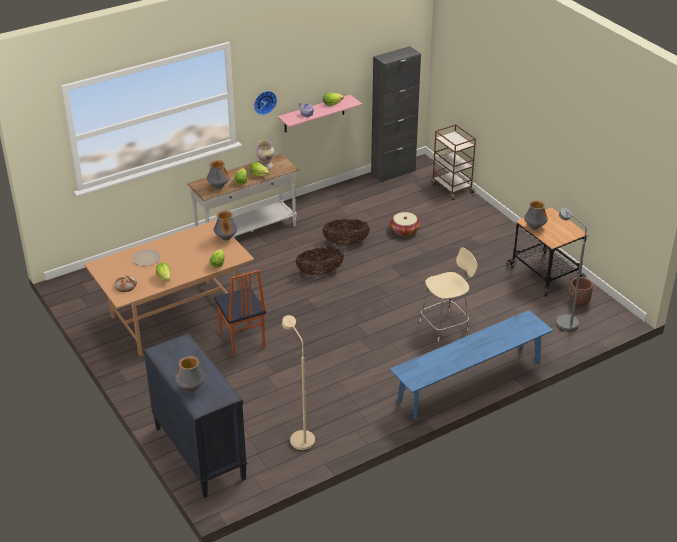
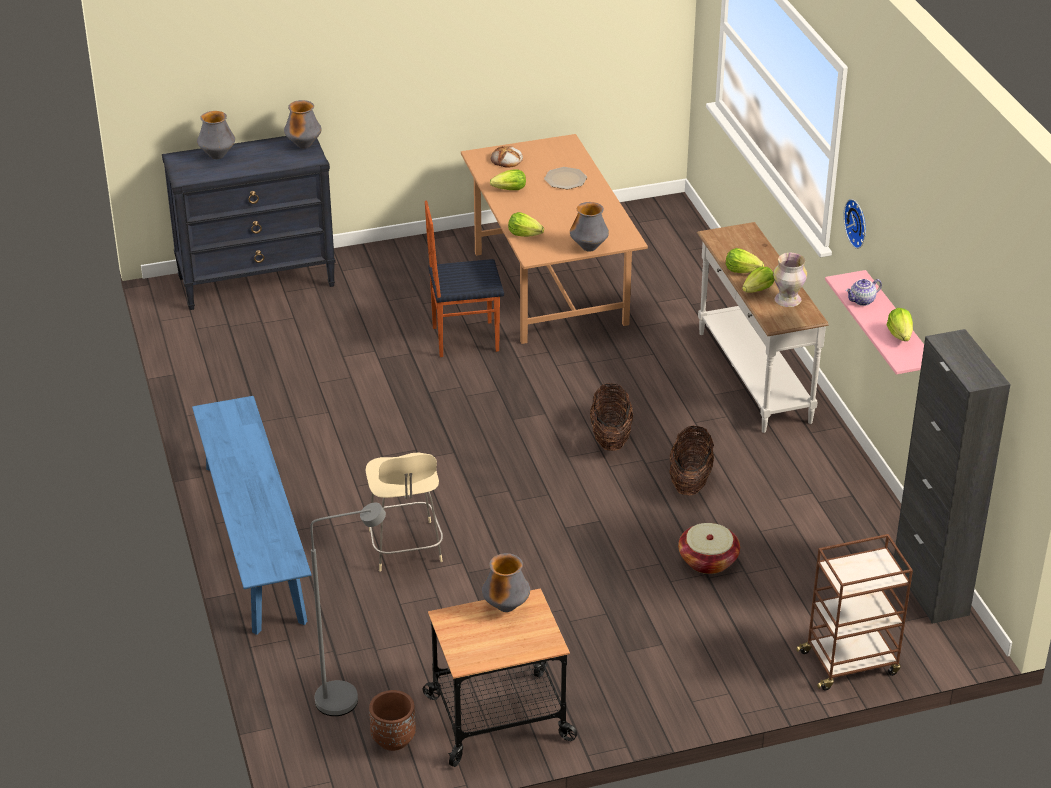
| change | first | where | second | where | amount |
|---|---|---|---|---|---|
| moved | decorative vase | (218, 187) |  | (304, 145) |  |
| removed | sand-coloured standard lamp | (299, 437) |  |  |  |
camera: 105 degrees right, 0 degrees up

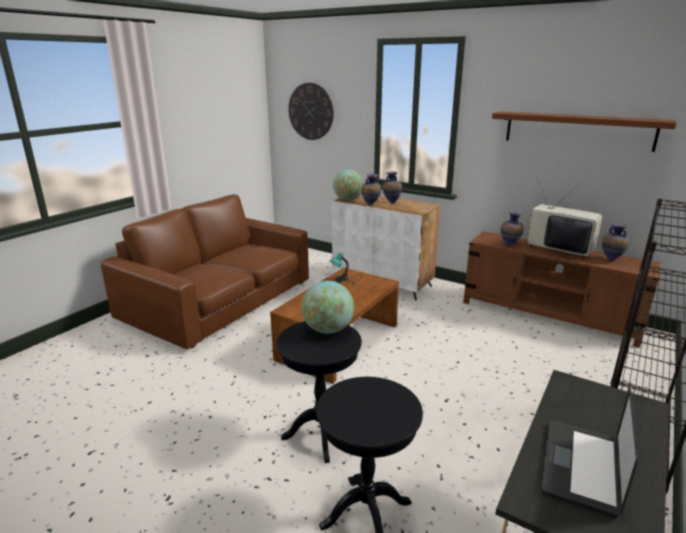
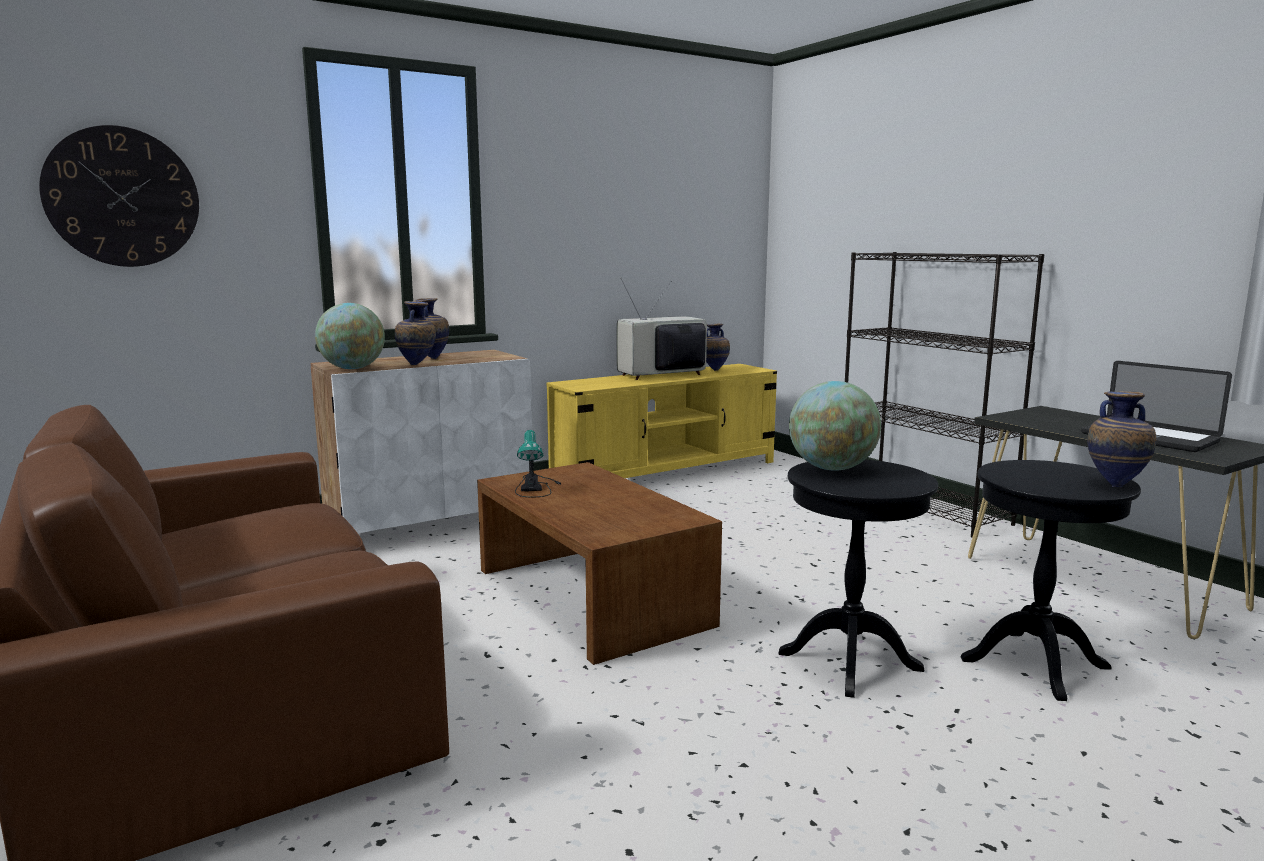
| change | first | where | second | where | amount |
|---|---|---|---|---|---|
| removed | brownish shelf | (577, 130) |  |  |  |
| moved | decorative vase | (510, 245) |  | (1115, 485) |  |
| recoloured | brownish media console | (549, 315) | yellow media console | (666, 471) |  |
camera: 65 degrees left, 10 degrees down

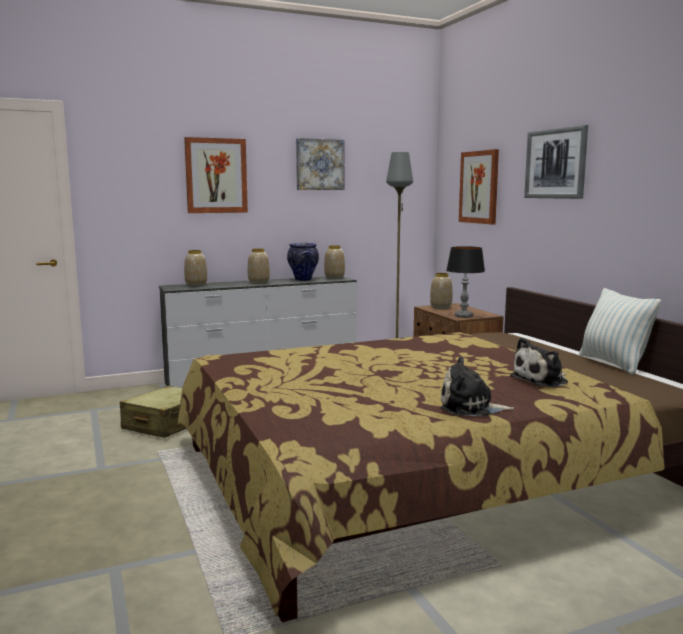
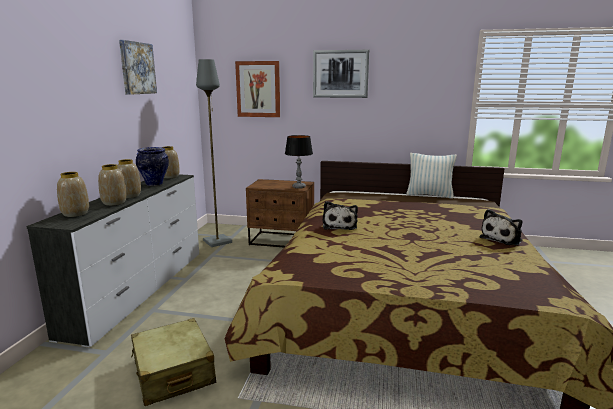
| change | first | where | second | where | amount |
|---|---|---|---|---|---|
| removed | wall art | (216, 176) |  |  |  |
| moved | decorative vase | (440, 307) |  | (114, 203) |  |
| moved | soft toy | (542, 380) |  | (340, 225) |  |
camera: 55 degrees left, 5 degrees up

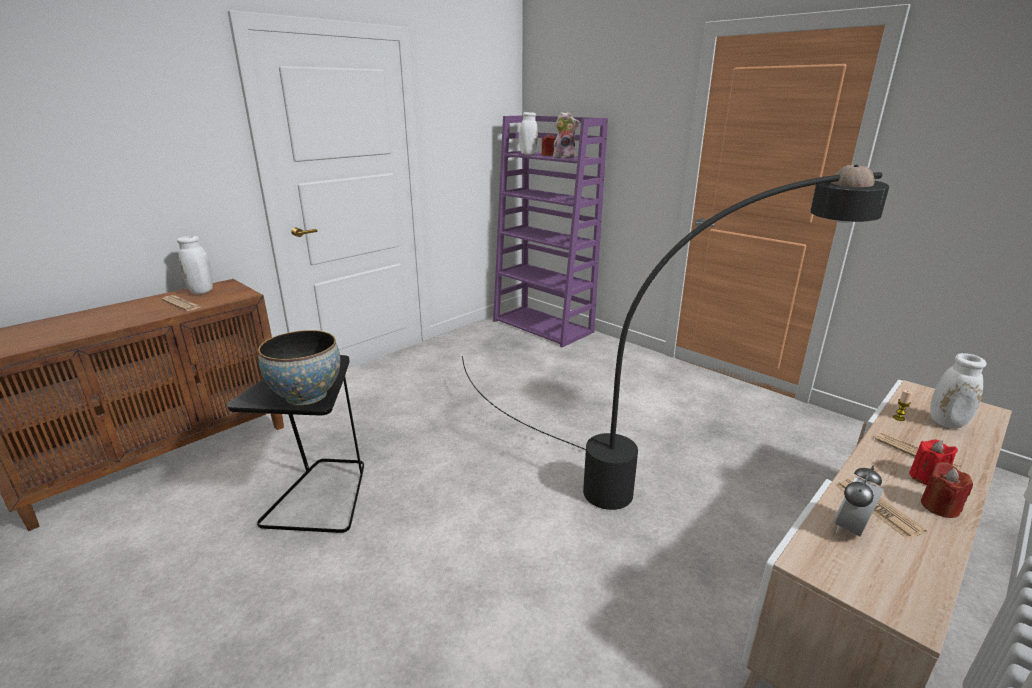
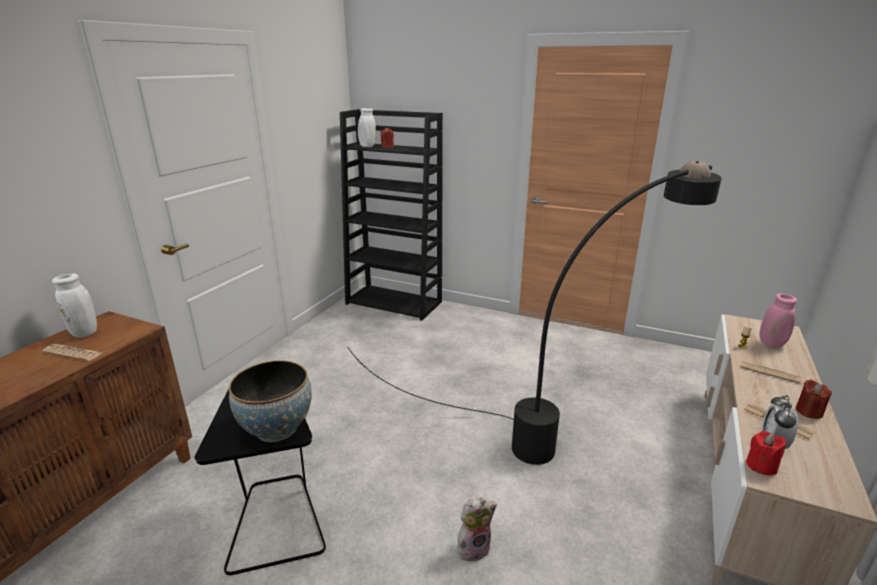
| change | first | where | second | where | amount |
|---|---|---|---|---|---|
| moved | soft toy | (564, 157) |  | (474, 547) |  |
| recoloured | purple-coloured shelving unit | (543, 326) | blackish shelving unit | (395, 302) |  |
| recoloured | whitish decorative vase | (948, 423) | pink-coloured decorative vase | (772, 344) |  |
| moved | red candle | (926, 478) |  | (761, 466) |  |
camera: 20 degrees left, 0 degrees up

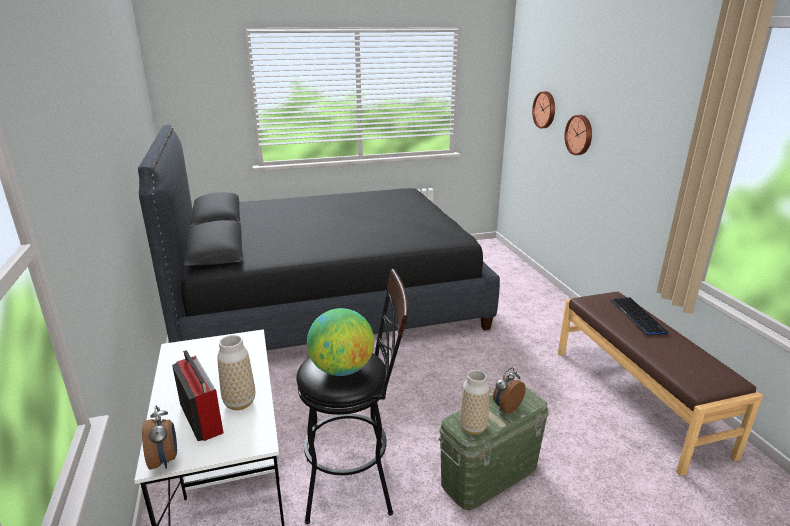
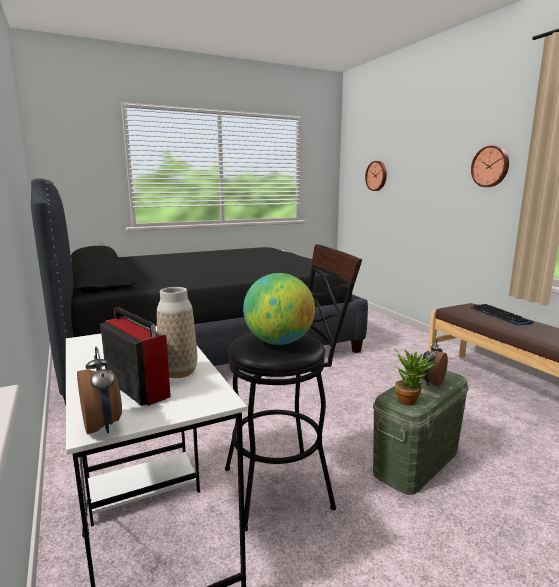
| change | first | where | second | where | amount |
|---|---|---|---|---|---|
| moved | hanging clock | (580, 135) |  | (491, 166) |  |
| replaced | decorative vase | (473, 427) | plant in a pot | (410, 400) |  |
camera: 10 degrees left, 10 degrees down

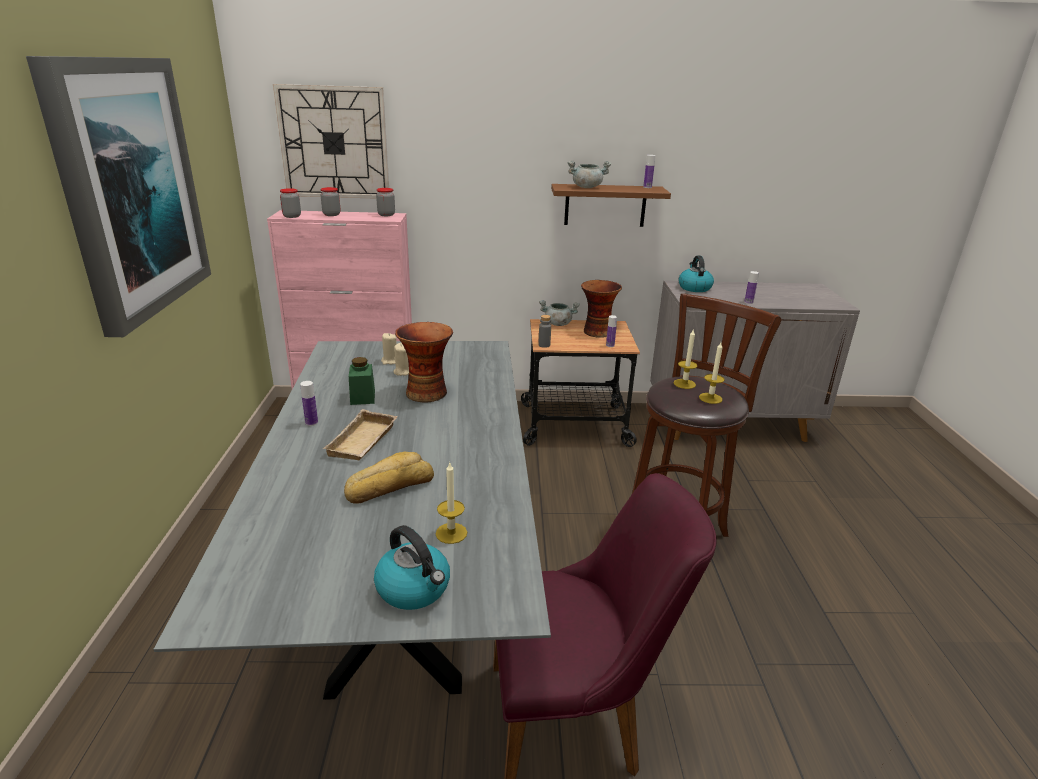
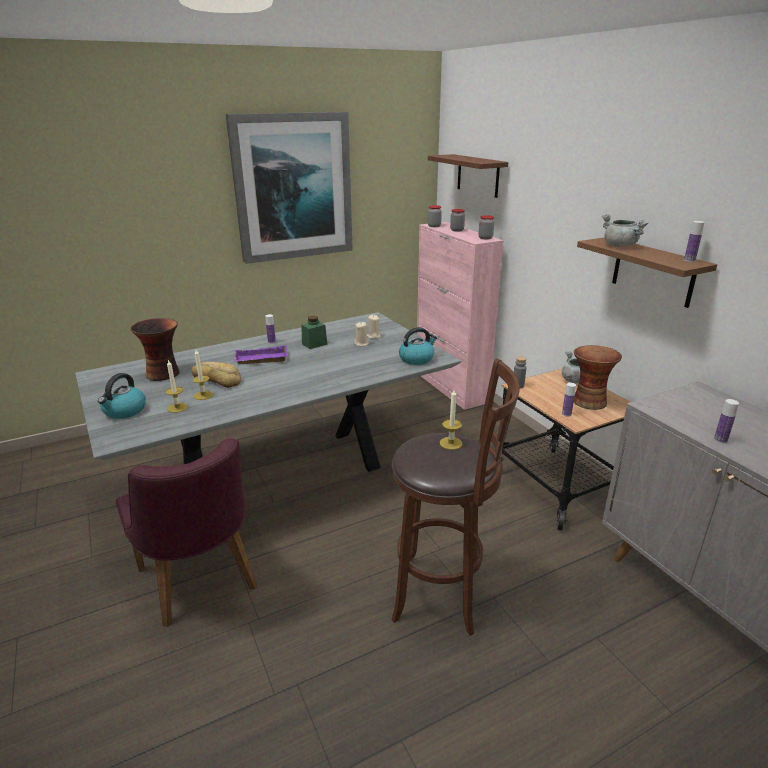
| change | first | where | second | where | amount |
|---|---|---|---|---|---|
| replaced | hanging clock | (334, 143) | brownish shelf | (478, 175) |  |
| moved | water kettle | (694, 288) |  | (417, 359) |  |
| moved | decorative vase | (426, 392) |  | (164, 374) |  |
| moved | candle | (710, 398) |  | (203, 395) |  |
| recoloured | sand-coloured tray | (364, 442) | purple-coloured tray | (260, 360) |  |
camera: 65 degrees right, 0 degrees up

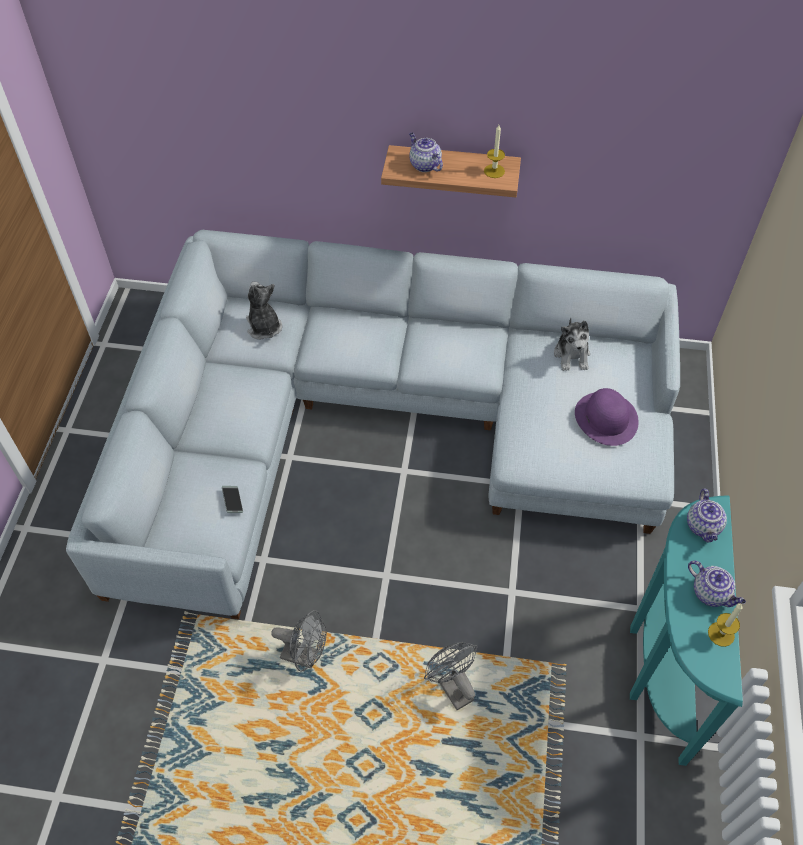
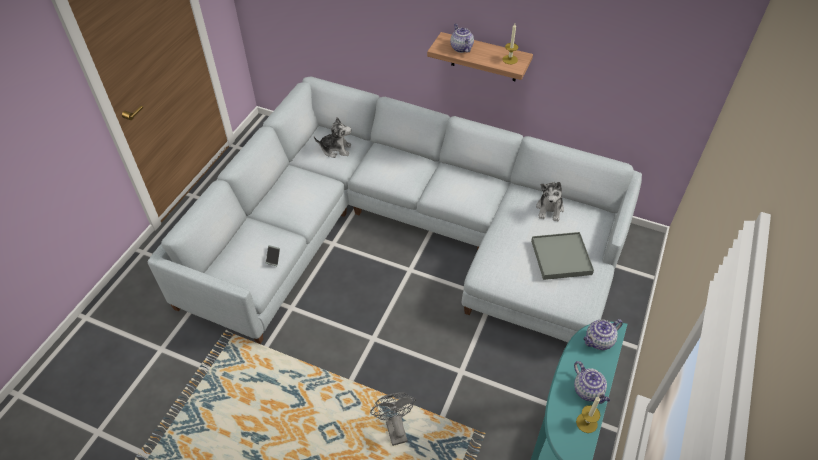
| change | first | where | second | where | amount |
|---|---|---|---|---|---|
| turned | soft toy | (264, 327) |  | (336, 149) | 105 degrees clockwise |
| replaced | purple-coloured clothing hat | (606, 418) | grey tray | (561, 257) |  |
| turned | tea pot | (703, 527) |  | (598, 341) | 45 degrees clockwise |
| removed | grey electric fan | (305, 656) |  |  |  |
camera: 15 degrees right, 5 degrees down

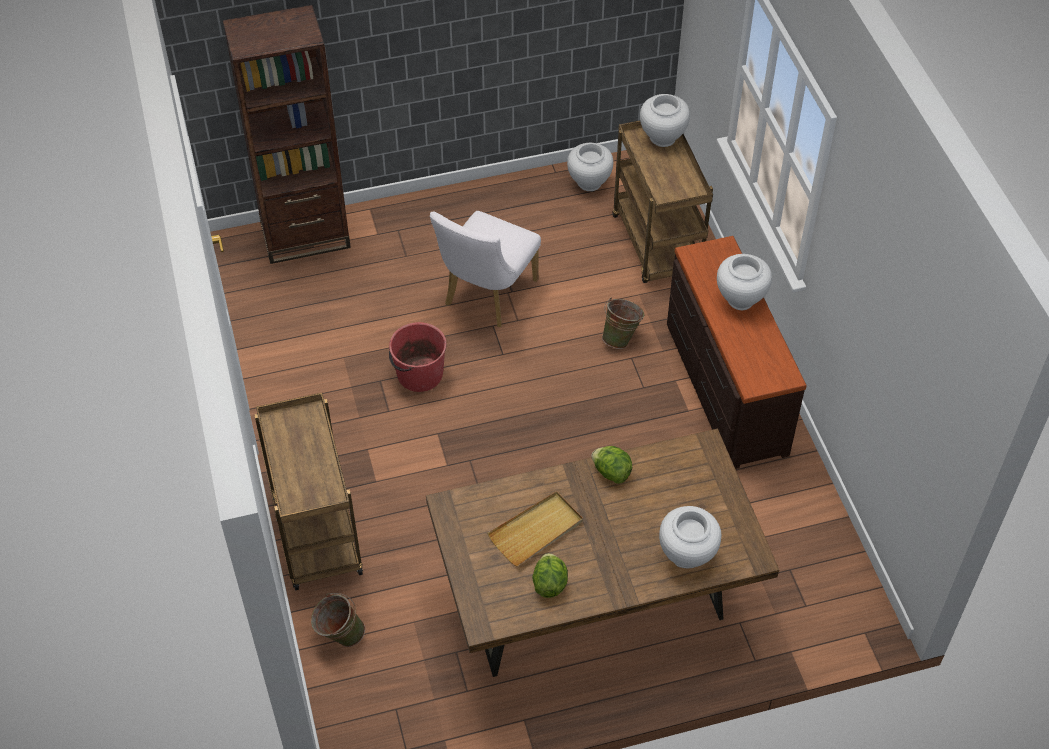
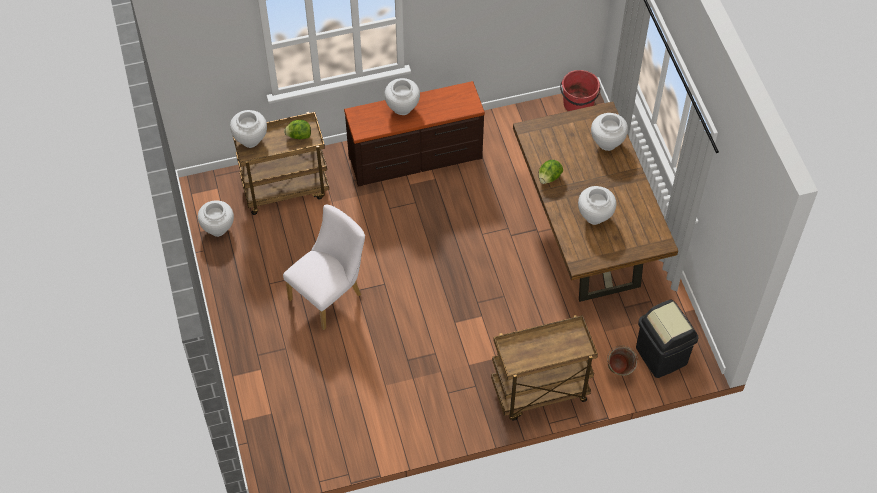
| change | first | where | second | where | amount |
|---|---|---|---|---|---|
| removed | brownish shelving unit | (305, 236) |  |  |  |
| turned | whitish chair | (486, 297) |  | (330, 294) | 75 degrees counterclockwise |
| removed | green-coloured pail | (621, 338) |  |  |  |
| moved | red pail | (419, 374) |  | (578, 104) |  |
| replaced | sand-coloured tray | (536, 530) | whitish decorative vase | (594, 216) |  |
| moved | head of lettuce | (549, 583) |  | (299, 136) |  |
| added |  |  | blackish waste bin | (661, 355) |  |
camera: 90 degrees left, 5 degrees up

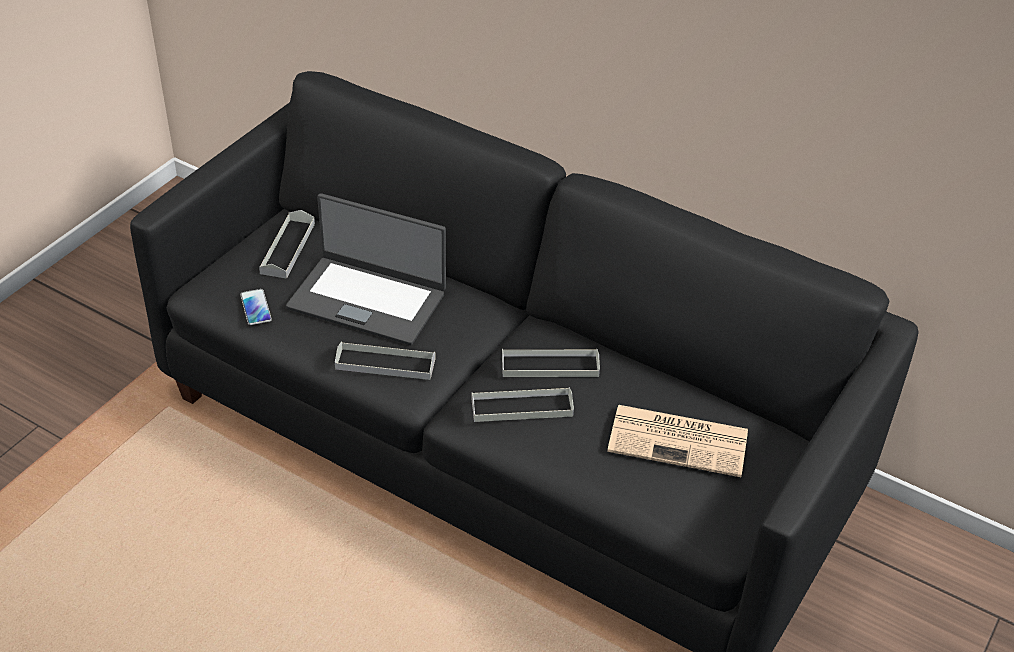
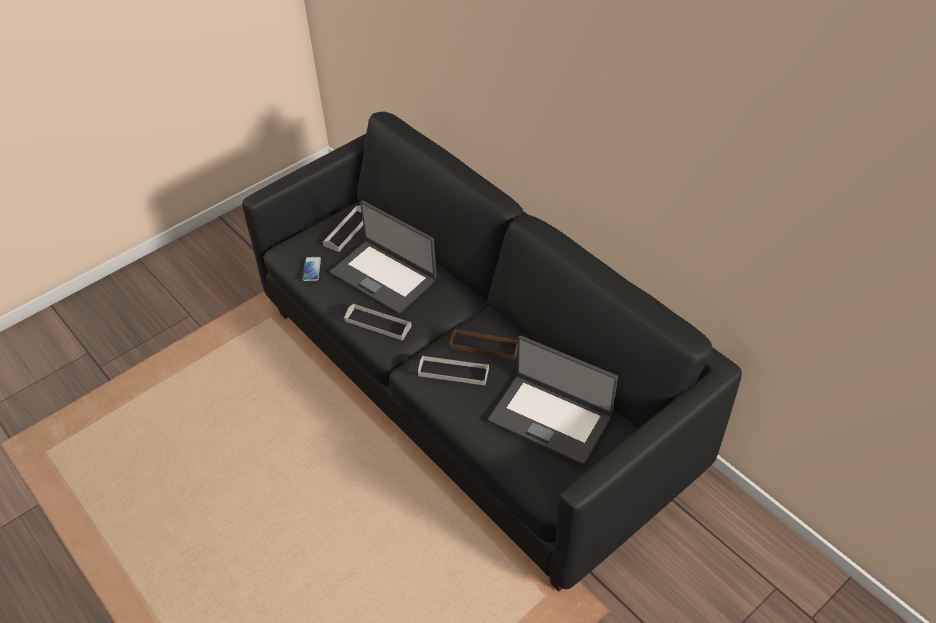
| change | first | where | second | where | amount |
|---|---|---|---|---|---|
| recoloured | grey tray | (550, 366) | brownish tray | (484, 346) |  |
| replaced | daily paper | (680, 441) | portable computer | (550, 418) |  |
camera: 20 degrees right, 5 degrees up

